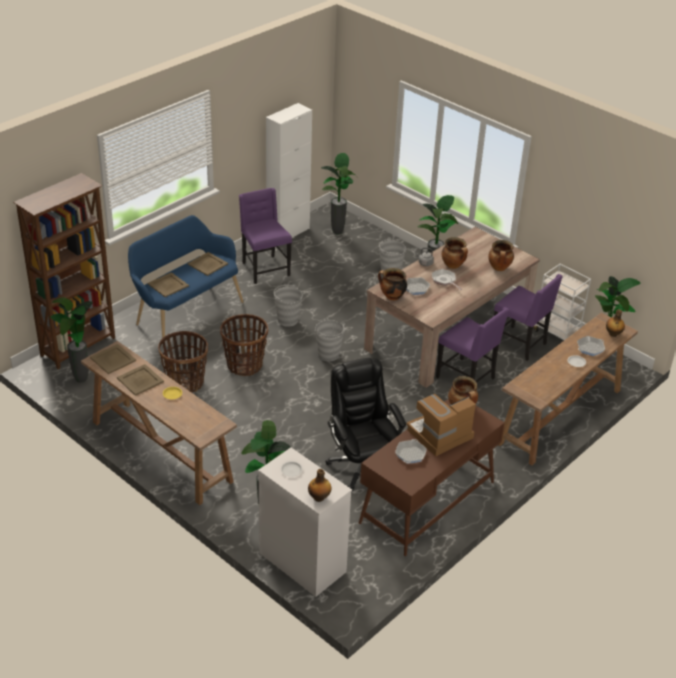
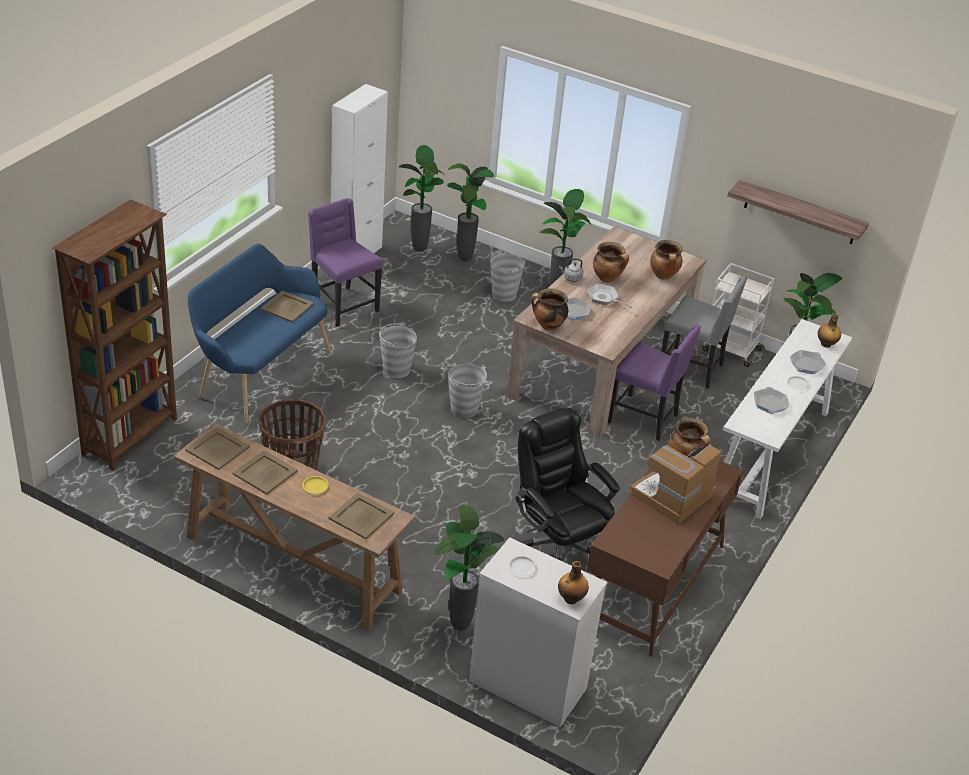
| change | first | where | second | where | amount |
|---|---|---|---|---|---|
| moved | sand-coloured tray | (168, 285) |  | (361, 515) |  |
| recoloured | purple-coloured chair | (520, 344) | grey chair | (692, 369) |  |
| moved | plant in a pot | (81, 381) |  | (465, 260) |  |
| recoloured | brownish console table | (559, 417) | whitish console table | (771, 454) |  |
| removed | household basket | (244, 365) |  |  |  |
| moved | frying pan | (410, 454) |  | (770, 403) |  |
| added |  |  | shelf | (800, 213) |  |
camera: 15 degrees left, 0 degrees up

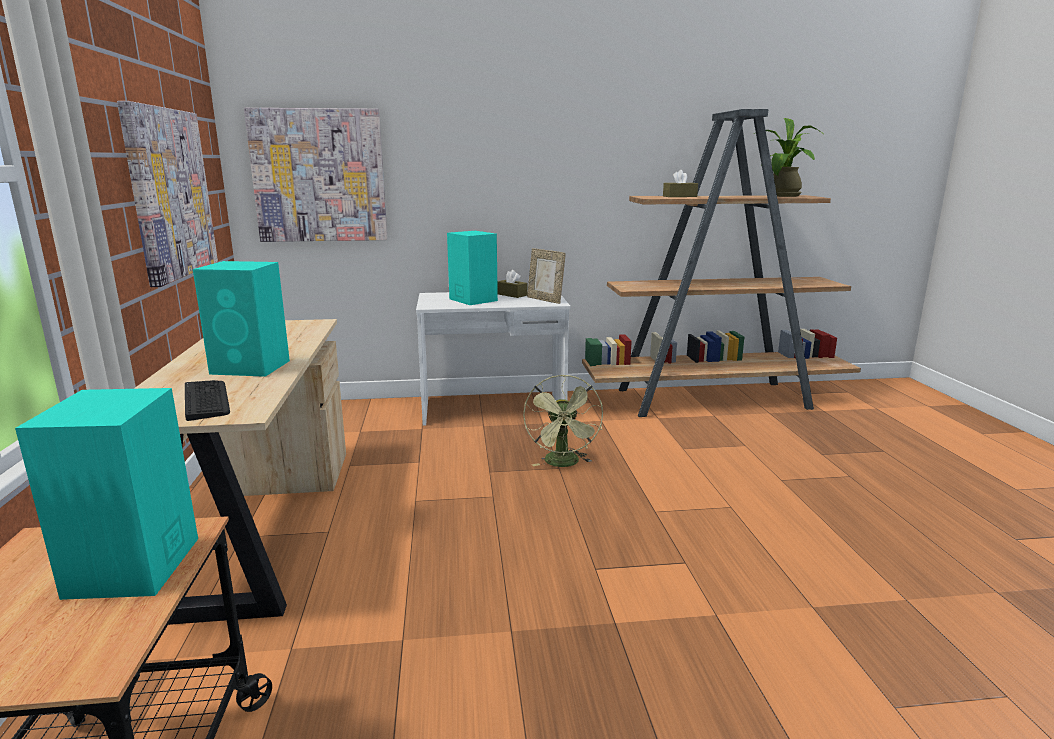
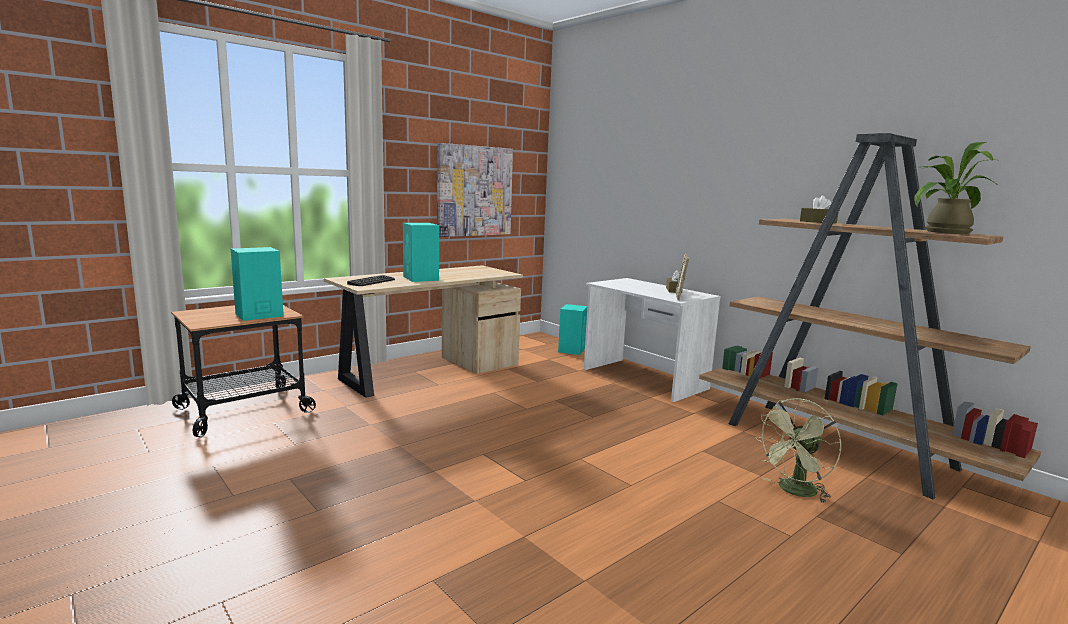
| change | first | where | second | where | amount |
|---|---|---|---|---|---|
| removed | wall art | (319, 176) |  |  |  |
| moved | turquoise audio speaker | (472, 299) |  | (572, 350) |  |
| moved | green-coloured electric fan | (563, 464) |  | (794, 491) |  |
camera: 55 degrees right, 5 degrees down

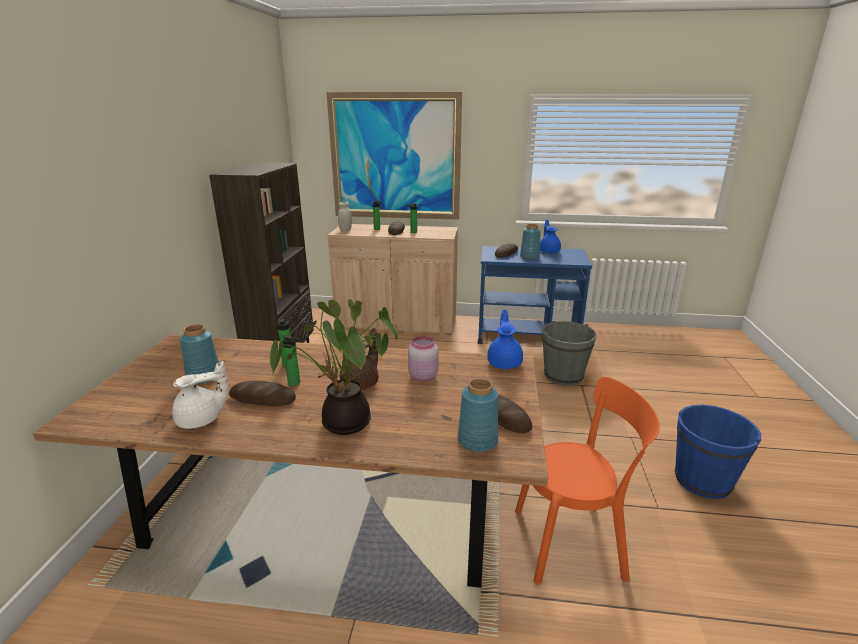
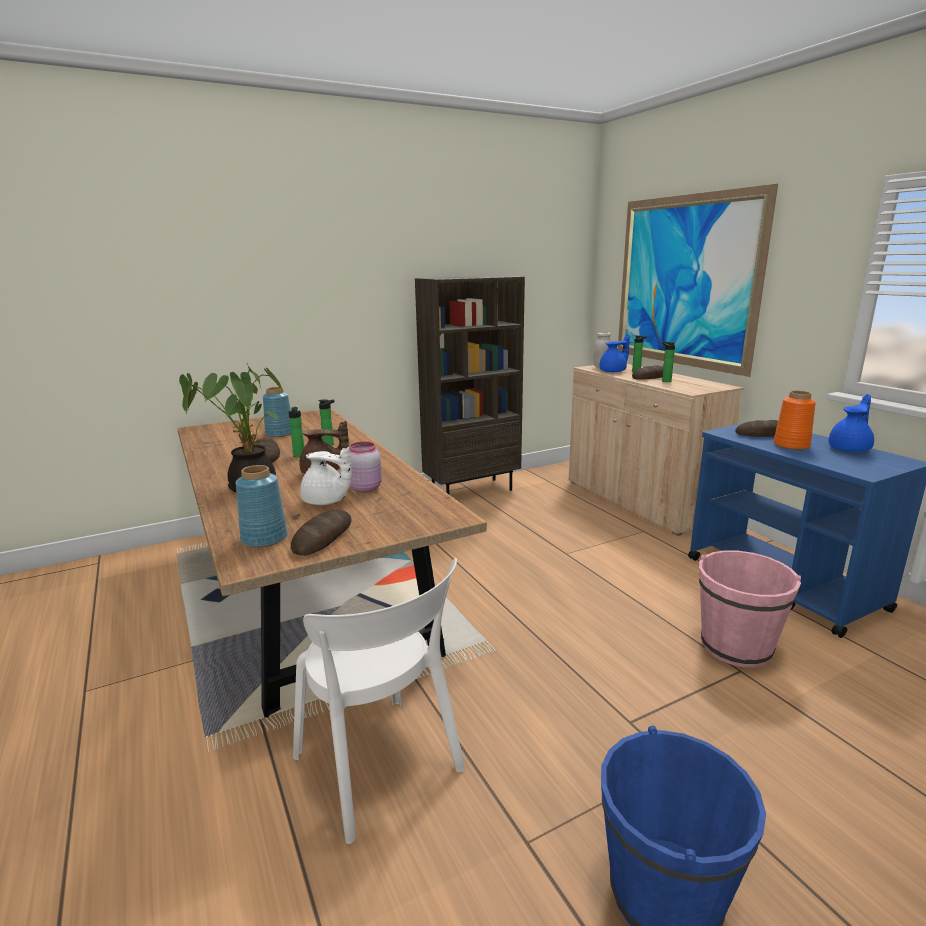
| change | first | where | second | where | amount |
|---|---|---|---|---|---|
| recoloured | blue-coloured decorative vase | (529, 256) | orange decorative vase | (790, 445) |  |
| moved | blue-coloured tea pot | (504, 362) |  | (614, 371) |  |
| recoloured | grey pail | (563, 376) | pink-coloured pail | (736, 646) |  |
| moved | whitish tea pot | (202, 420) |  | (326, 502) |  |
| recoloured | orange chair | (574, 542) | whitish chair | (381, 768) |  |
camera: 55 degrees right, 5 degrees down

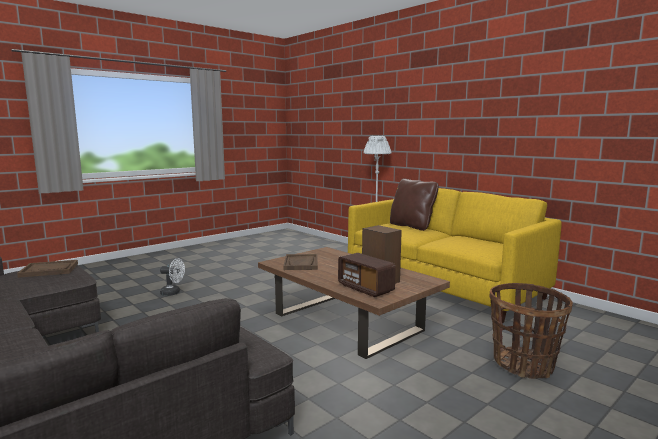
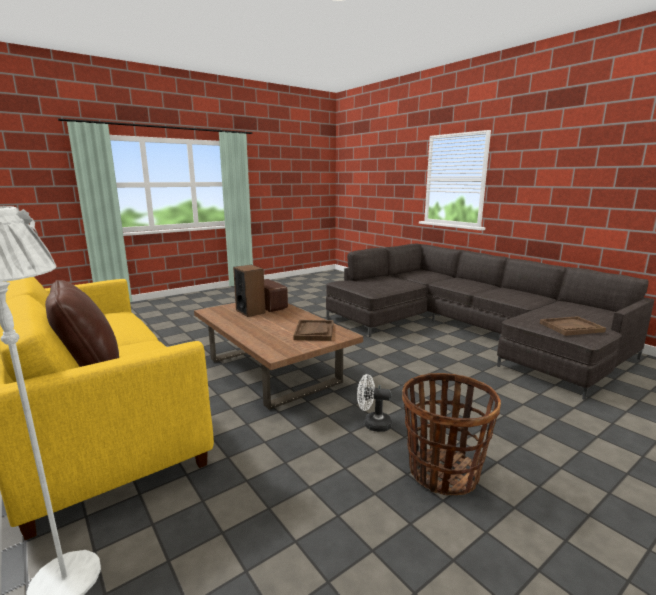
| change | first | where | second | where | amount |
|---|---|---|---|---|---|
| moved | whitish electric fan | (173, 293) |  | (373, 424) |  |
| moved | household basket | (523, 364) |  | (442, 472) |  |
camera: 175 degrees left, 5 degrees up

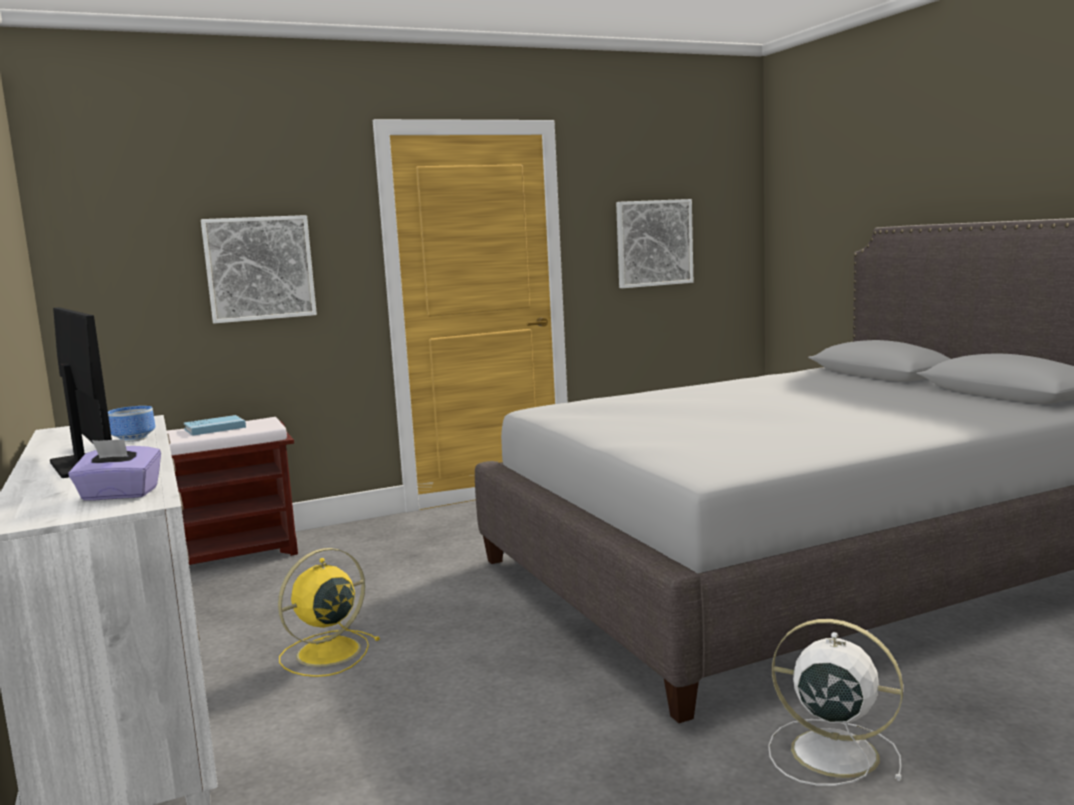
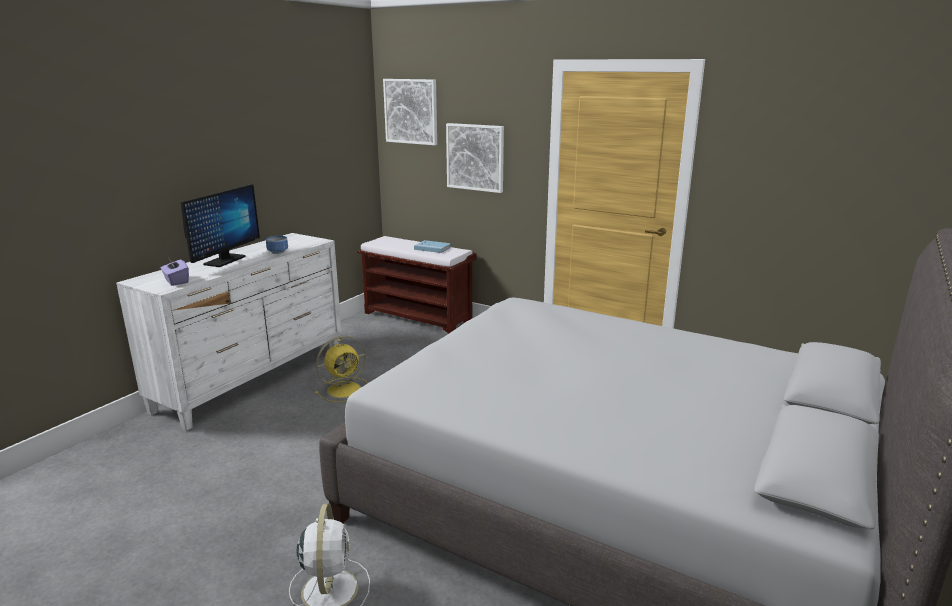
| change | first | where | second | where | amount |
|---|---|---|---|---|---|
| moved | wall art | (654, 243) |  | (411, 111) |  |
| turned | yellow electric fan | (326, 653) |  | (345, 389) | 135 degrees clockwise |
camera: 55 degrees right, 10 degrees up

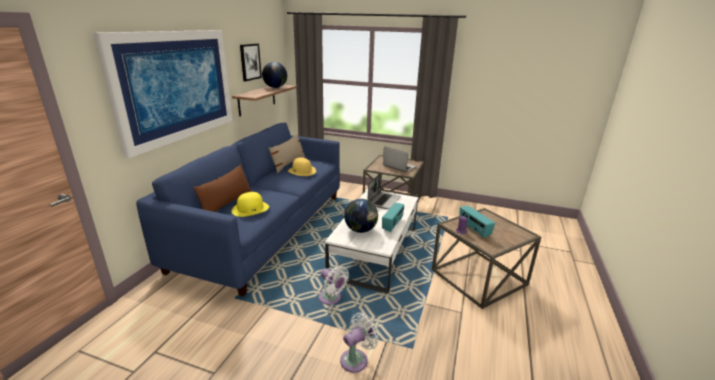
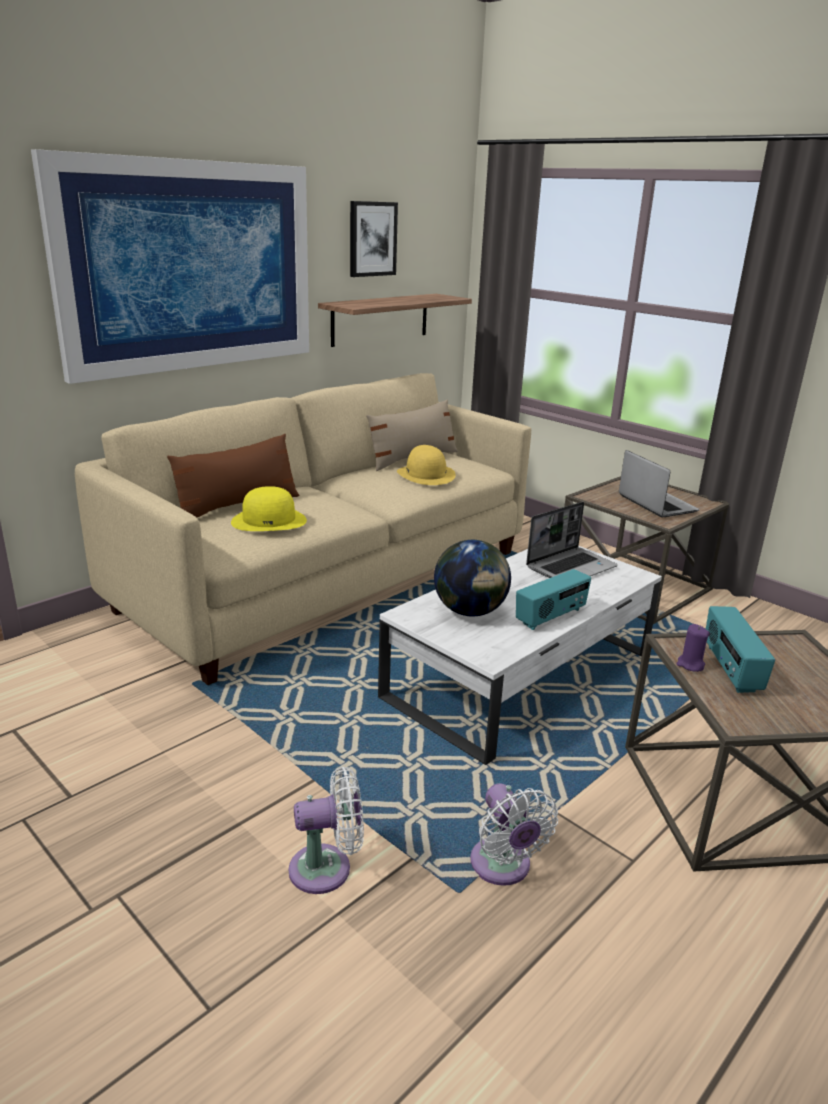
| change | first | where | second | where | amount |
|---|---|---|---|---|---|
| removed | world globe | (275, 87) |  |  |  |
| recoloured | blue-coloured sofa | (264, 229) | sand-coloured sofa | (329, 579) |  |
| moved | whitish electric fan | (331, 299) |  | (503, 867) |  |
camera: 25 degrees right, 0 degrees up

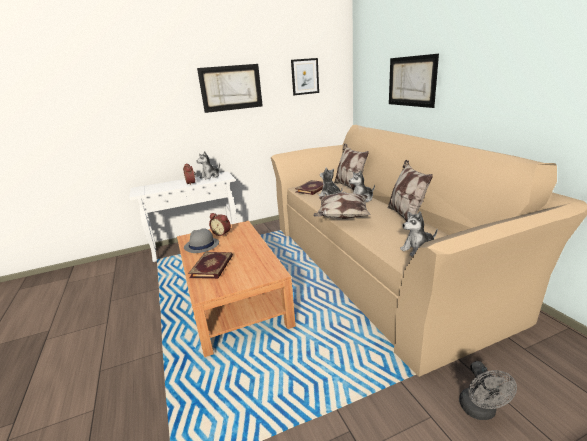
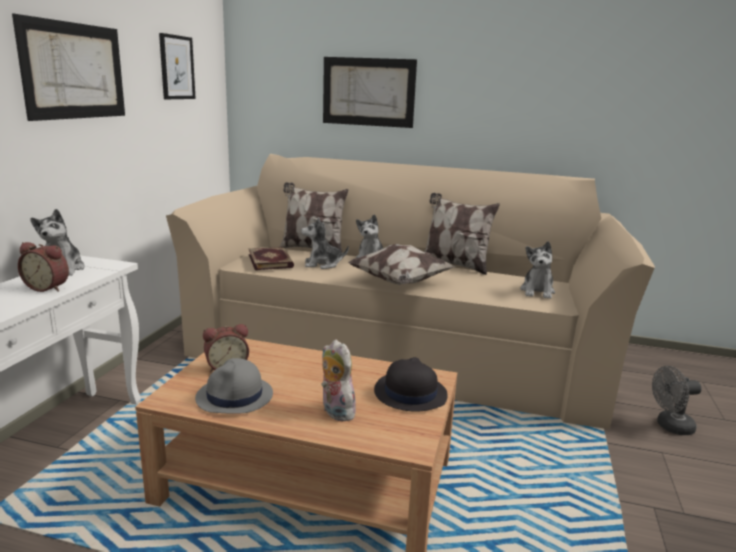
| change | first | where | second | where | amount |
|---|---|---|---|---|---|
| replaced | book | (212, 266) | soft toy | (335, 412) |  |
| turned | grey electric fan | (480, 411) |  | (670, 427) | 135 degrees clockwise |
| added |  |  | blackish clothing hat | (409, 393) |  |
camera: 55 degrees left, 5 degrees down

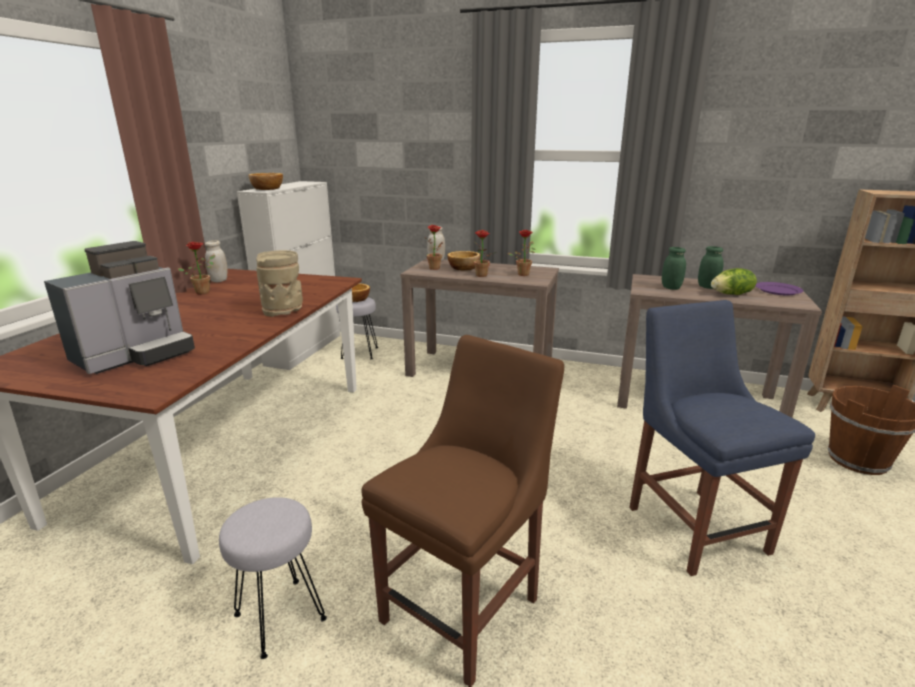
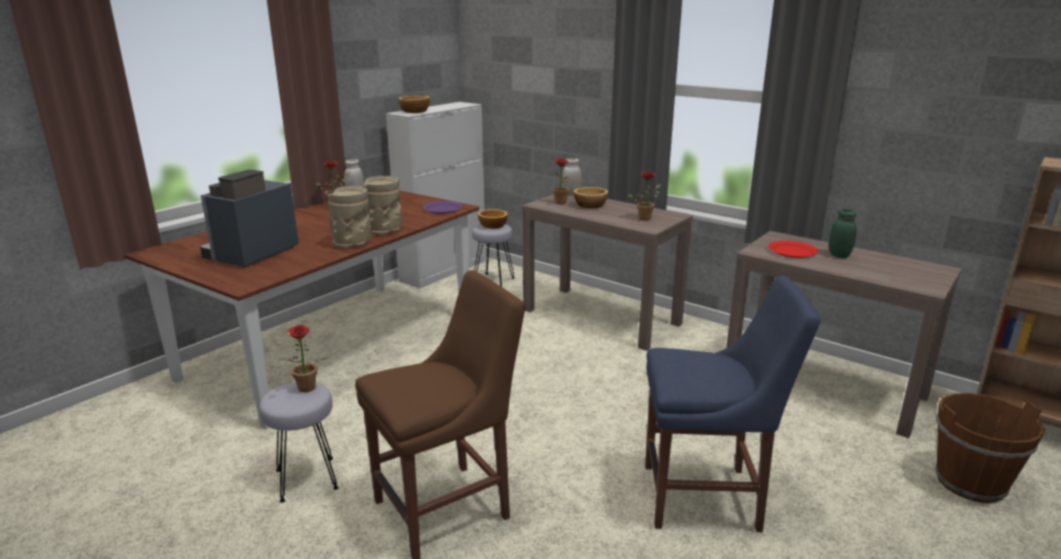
| change | first | where | second | where | amount |
|---|---|---|---|---|---|
| moved | plant in a pot | (482, 276) |  | (305, 390) |  |
| turned | coffee maker | (136, 355) |  | (251, 254) | 150 degrees clockwise |
| replaced | green-coloured storage jar | (671, 288) | red flat dish | (792, 251) |  |
| removed | head of lettuce | (732, 294) |  |  |  |
| moved | purple-coloured flat dish | (778, 290) |  | (443, 209) |  |
| turned | blue-coloured chair | (692, 524) |  | (707, 498) | 90 degrees clockwise |
| added |  |  | sand-coloured decorative vase | (353, 244) |  |
camera: 20 degrees right, 0 degrees up

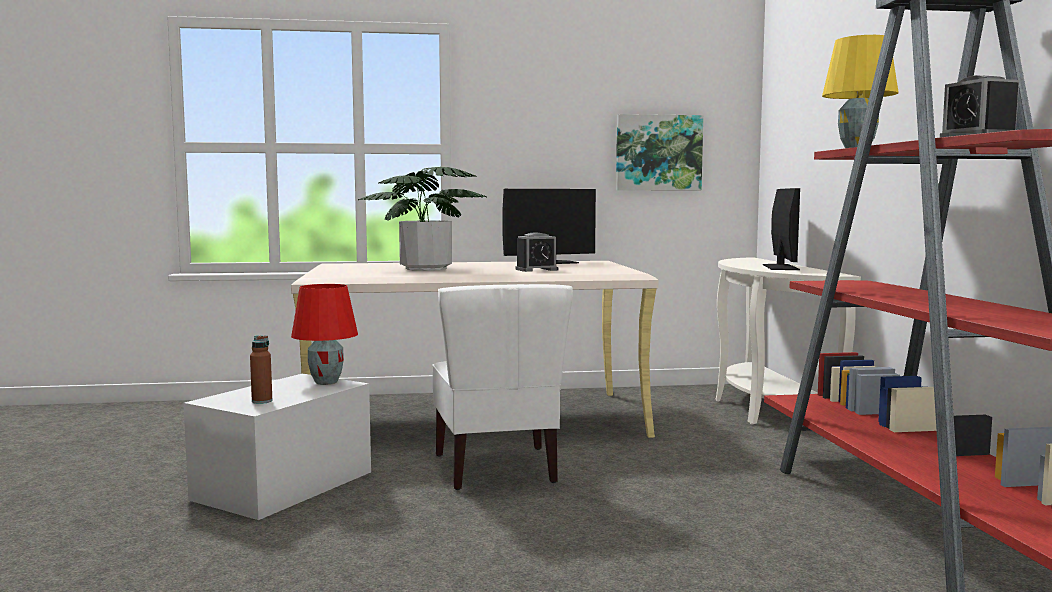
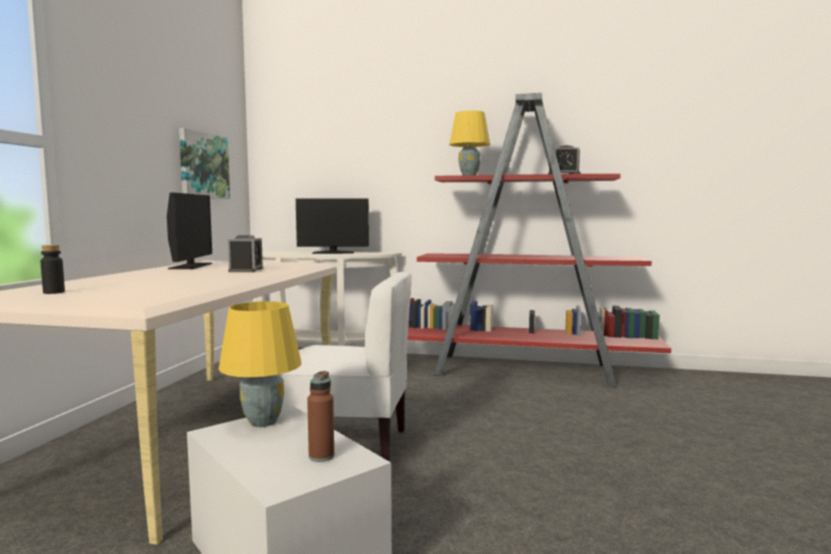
| change | first | where | second | where | amount |
|---|---|---|---|---|---|
| removed | plant in a pot | (425, 268) |  |  |  |
| turned | computer display | (780, 267) |  | (333, 252) | 150 degrees clockwise |
| recoloured | red table lamp | (326, 382) | yellow table lamp | (262, 422) |  |
| added |  |  | blackish bottle | (54, 292) |  |
camera: 70 degrees left, 0 degrees up

